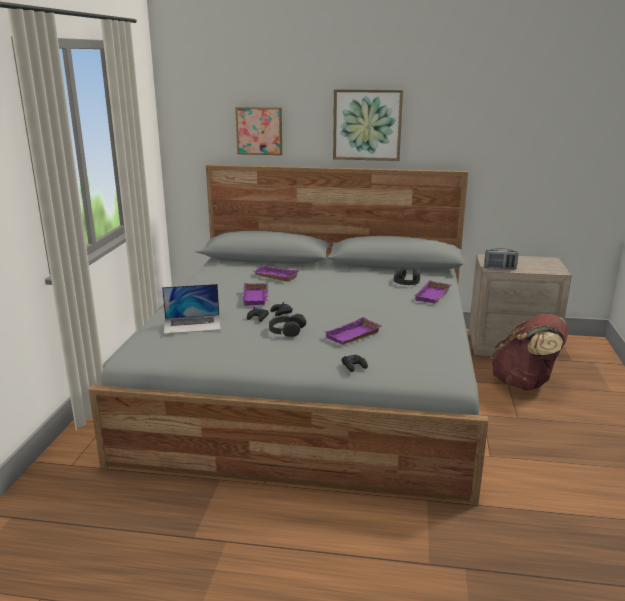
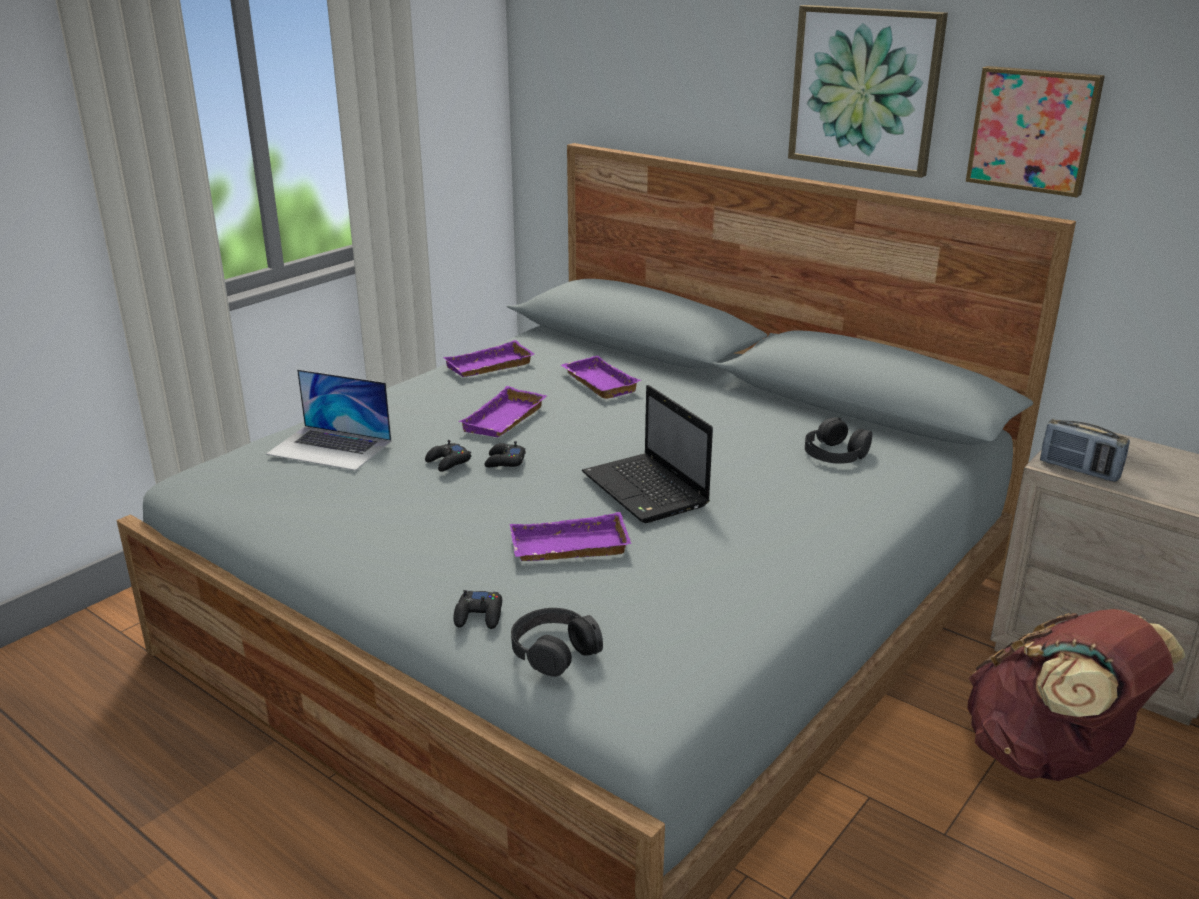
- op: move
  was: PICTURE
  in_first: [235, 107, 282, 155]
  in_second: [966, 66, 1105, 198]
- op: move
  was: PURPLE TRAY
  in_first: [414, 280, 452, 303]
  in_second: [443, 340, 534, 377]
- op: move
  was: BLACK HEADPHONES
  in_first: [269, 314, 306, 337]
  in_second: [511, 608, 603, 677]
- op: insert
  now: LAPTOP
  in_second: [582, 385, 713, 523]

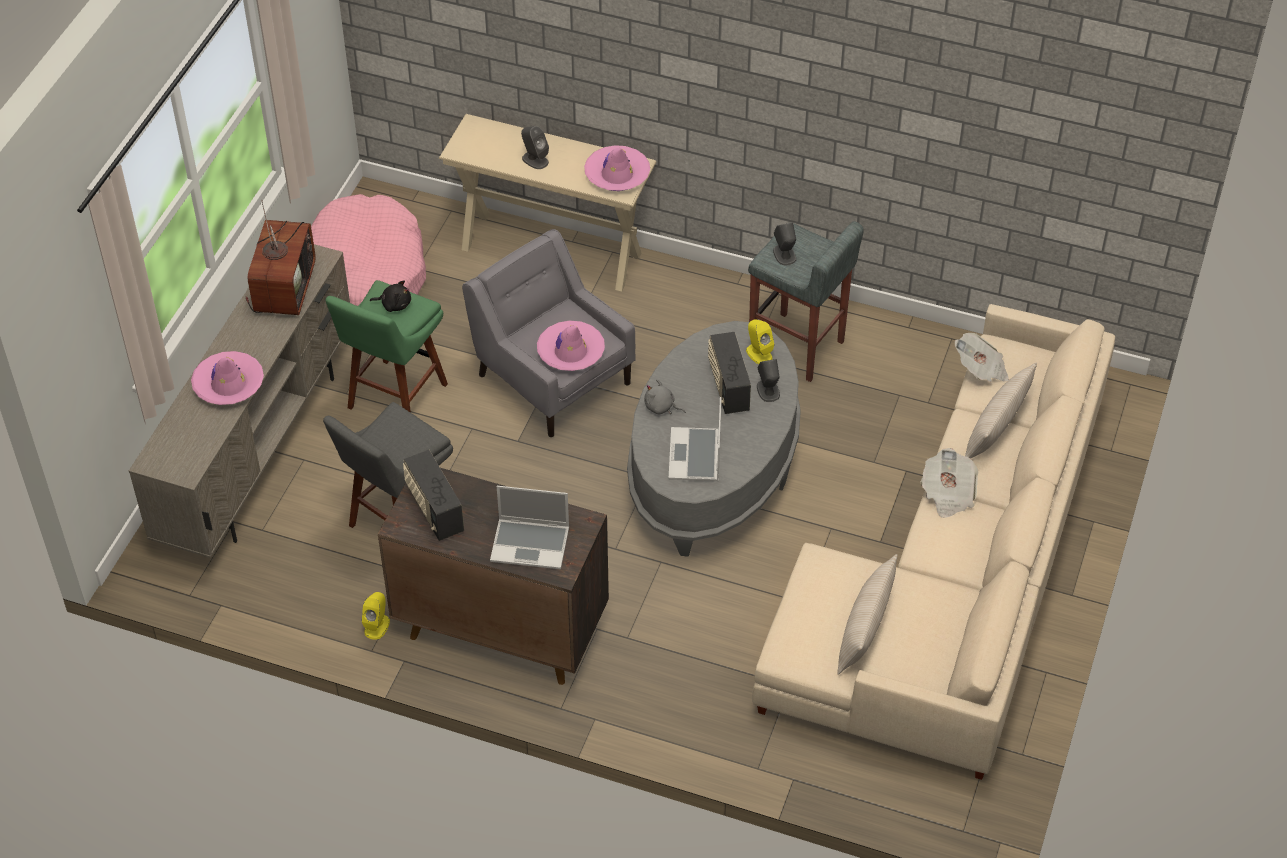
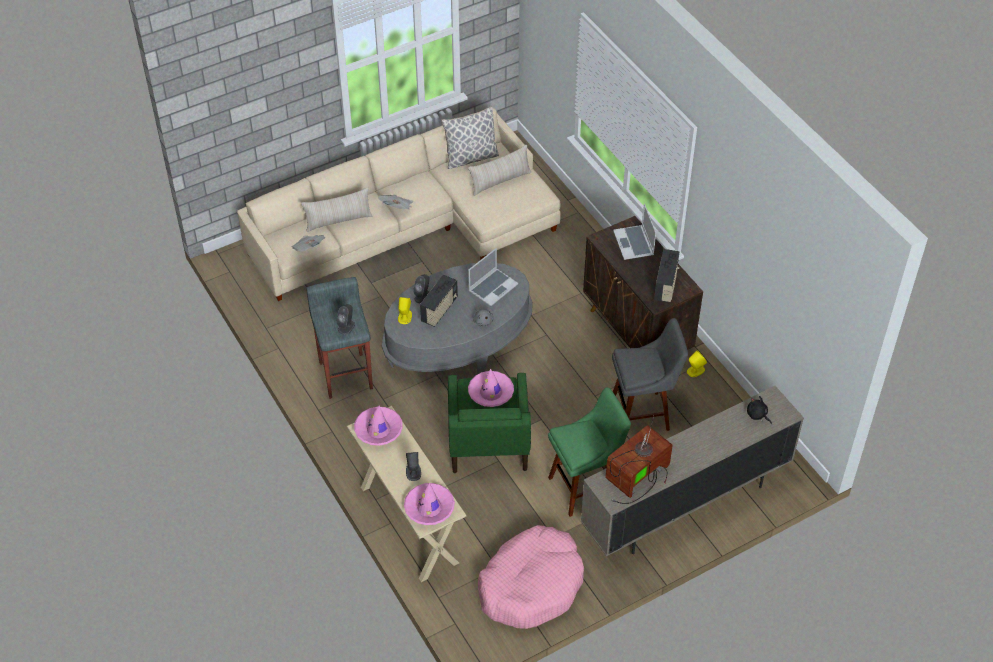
- op: recolor
  was: GREY ARMCHAIR
  now: GREEN ARMCHAIR
  in_first: [462, 229, 635, 437]
  in_second: [448, 373, 531, 473]
- op: move
  was: BLACK PLUSH TOY
  in_first: [370, 280, 411, 312]
  in_second: [747, 396, 772, 424]
- op: move
  was: PINK HAT
  in_first: [191, 351, 264, 405]
  in_second: [404, 483, 455, 525]
- op: rotate
  was: LAPTOP
  in_first: [490, 486, 569, 569]
  in_second: [613, 204, 656, 260]
  clockwise: -150
- op: insert
  now: PILLOW
  in_second: [441, 106, 499, 169]

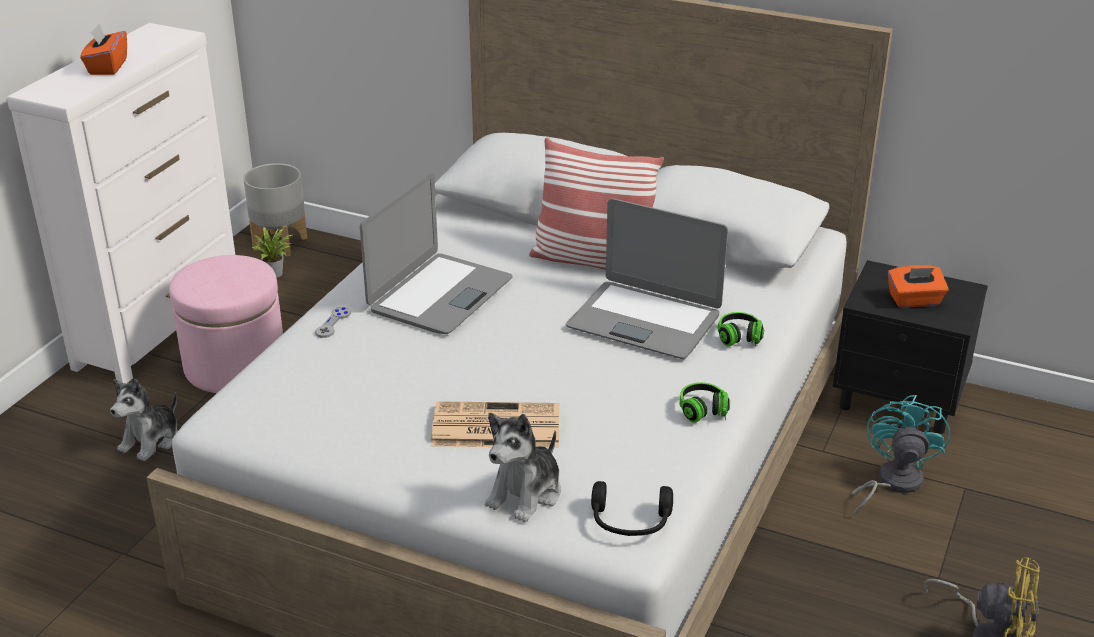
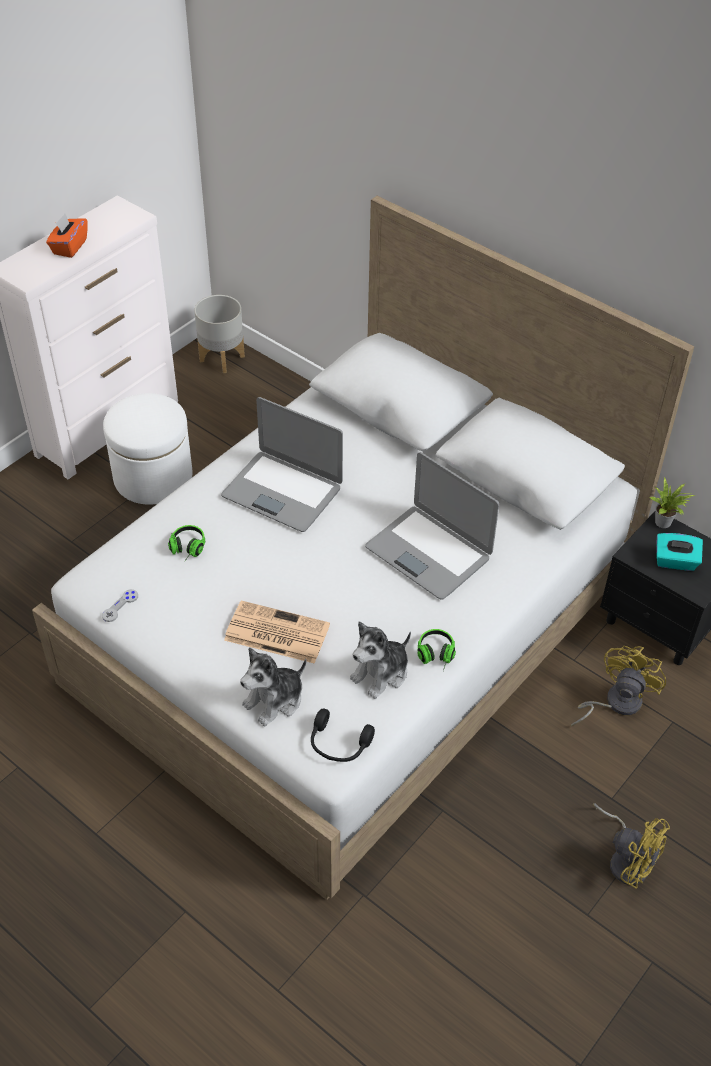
- op: delete
  was: PILLOW
  in_first: [529, 138, 664, 270]
- op: rotate
  was: LAPTOP
  in_first: [360, 173, 513, 334]
  in_second: [221, 397, 343, 532]
  clockwise: 75
- op: move
  was: POTTED PLANT
  in_first: [252, 226, 292, 278]
  in_second: [649, 476, 696, 528]
- op: recolor
  was: PINK OTTOMAN
  now: WHITE OTTOMAN
  in_first: [169, 255, 283, 393]
  in_second: [103, 393, 193, 505]
- op: recolor
  was: ORANGE TISSUE BOX
  now: TURQUOISE TISSUE BOX
  in_first: [888, 265, 949, 308]
  in_second: [656, 533, 703, 571]
- op: move
  was: GREY GAME CONTROLLER
  in_first: [315, 307, 351, 338]
  in_second: [102, 589, 138, 622]
- op: move
  was: HEADPHONES
  in_first: [718, 312, 764, 347]
  in_second: [168, 525, 205, 562]
- op: move
  was: PLUSH TOY
  in_first: [110, 379, 178, 461]
  in_second: [350, 622, 411, 699]
- op: recolor
  was: TURQUOISE FAN
  now: YELLOW FAN
  in_first: [852, 395, 950, 515]
  in_second: [571, 646, 666, 727]

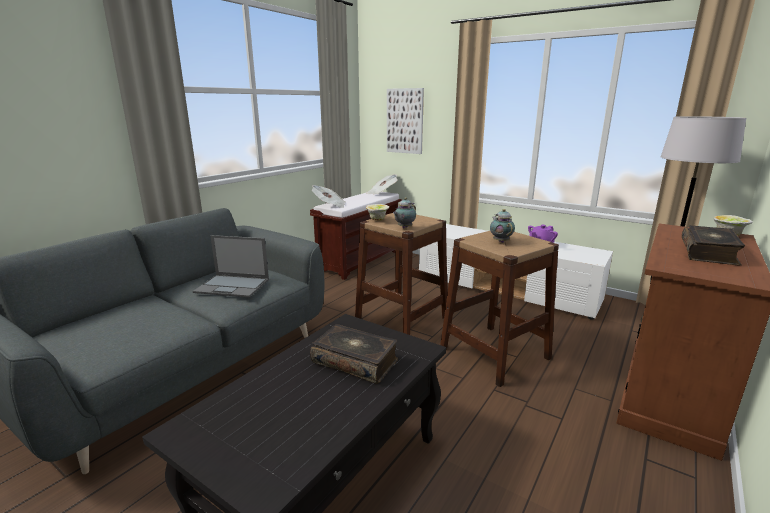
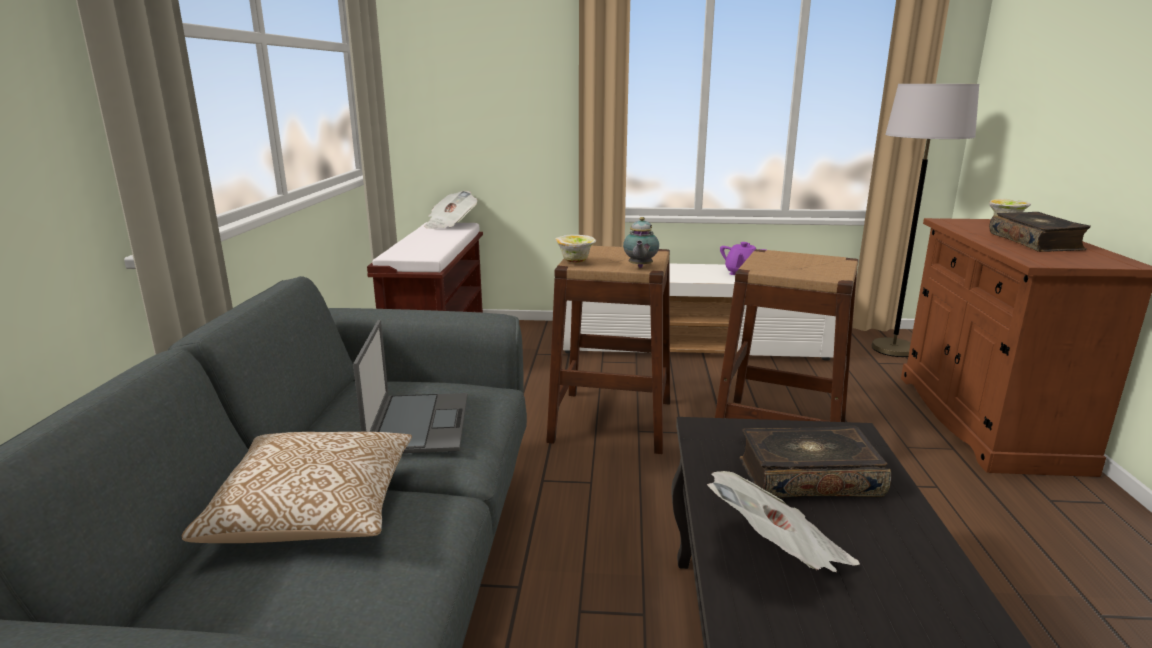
- op: delete
  was: PICTURE
  in_first: [387, 88, 424, 154]
- op: move
  was: NEWSPAPER
  in_first: [312, 185, 346, 208]
  in_second: [707, 471, 860, 572]
- op: delete
  was: TEAPOT
  in_first: [490, 209, 515, 243]
- op: rotate
  was: LAPTOP
  in_first: [193, 235, 269, 297]
  in_second: [353, 320, 467, 453]
  clockwise: -75
- op: insert
  now: PILLOW
  in_second: [182, 432, 412, 543]

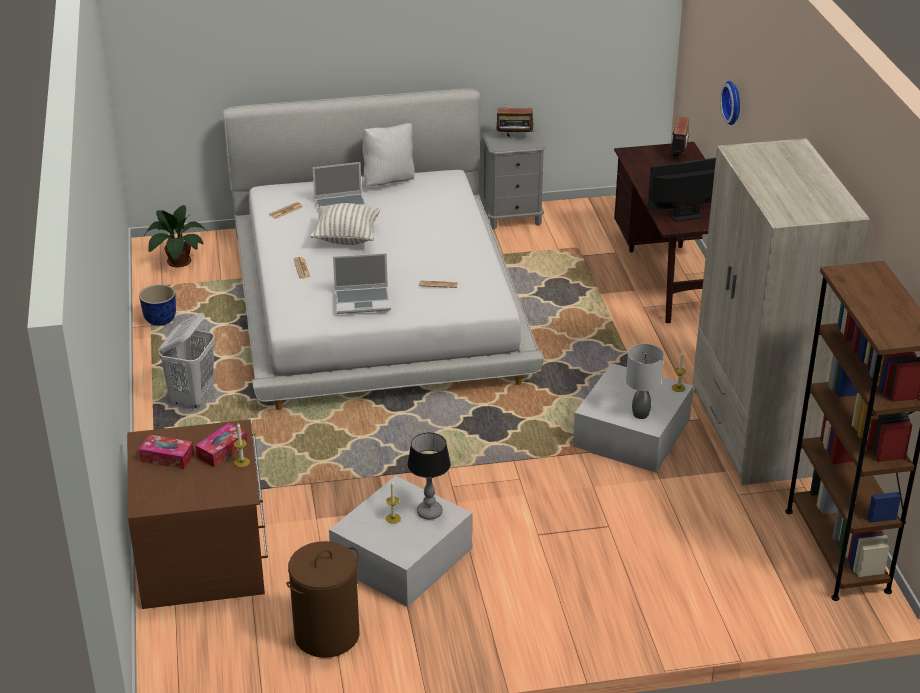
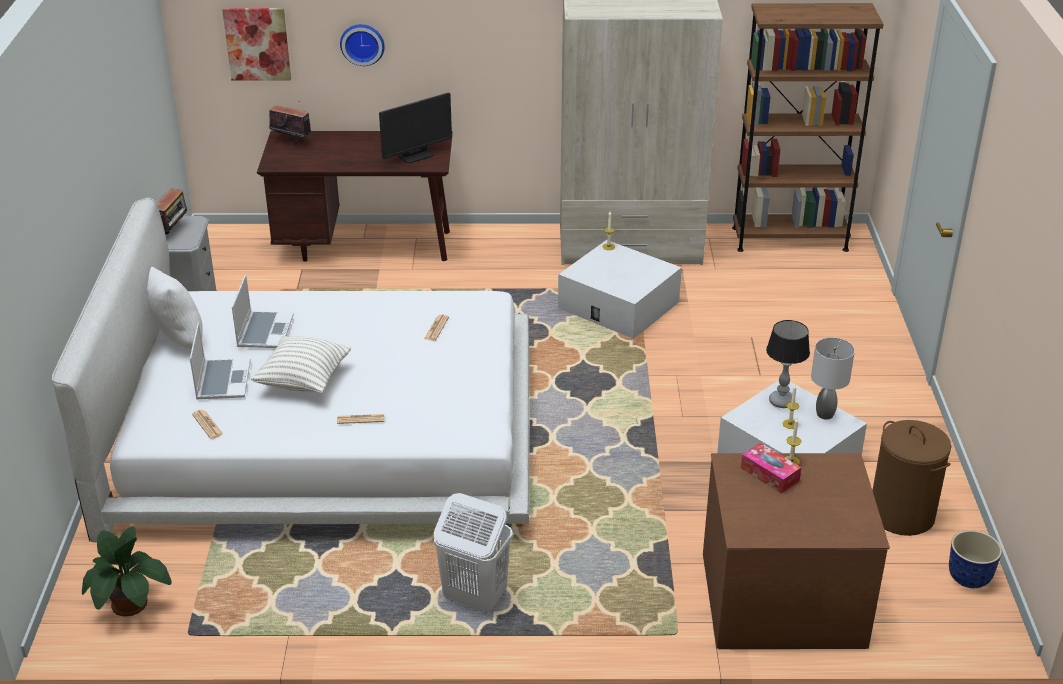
- op: rotate
  was: MONITOR
  in_first: [648, 158, 716, 222]
  in_second: [379, 93, 452, 163]
  clockwise: -120
- op: move
  was: LAPTOP
  in_first: [333, 253, 391, 314]
  in_second: [232, 274, 294, 348]
- op: move
  was: PLANTER
  in_first: [139, 284, 176, 326]
  in_second: [949, 530, 1002, 588]
- op: move
  was: GREY TABLE LAMP
  in_first: [626, 344, 664, 419]
  in_second: [811, 337, 855, 420]
- op: delete
  was: TISSUE BOX
  in_first: [139, 434, 194, 469]
- op: insert
  now: PICTURE
  in_second: [222, 8, 291, 80]

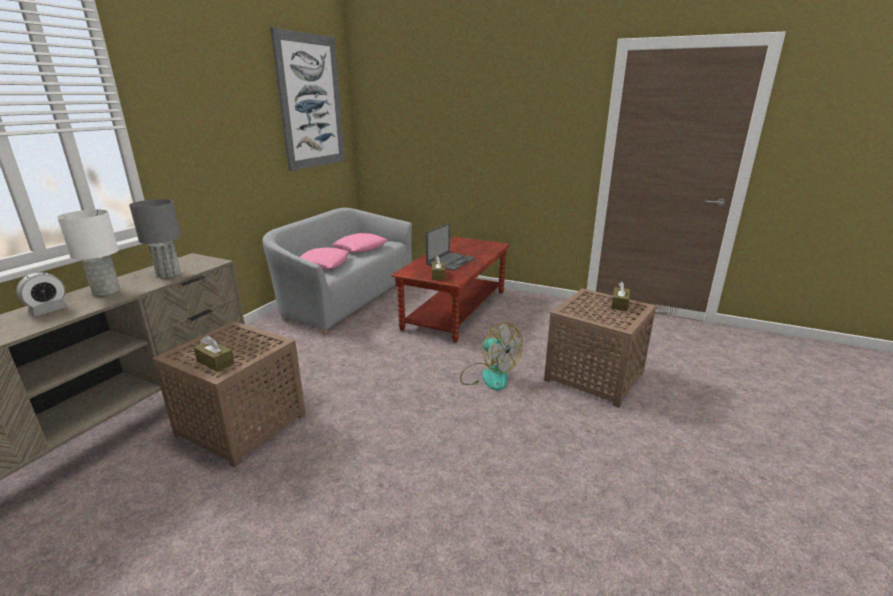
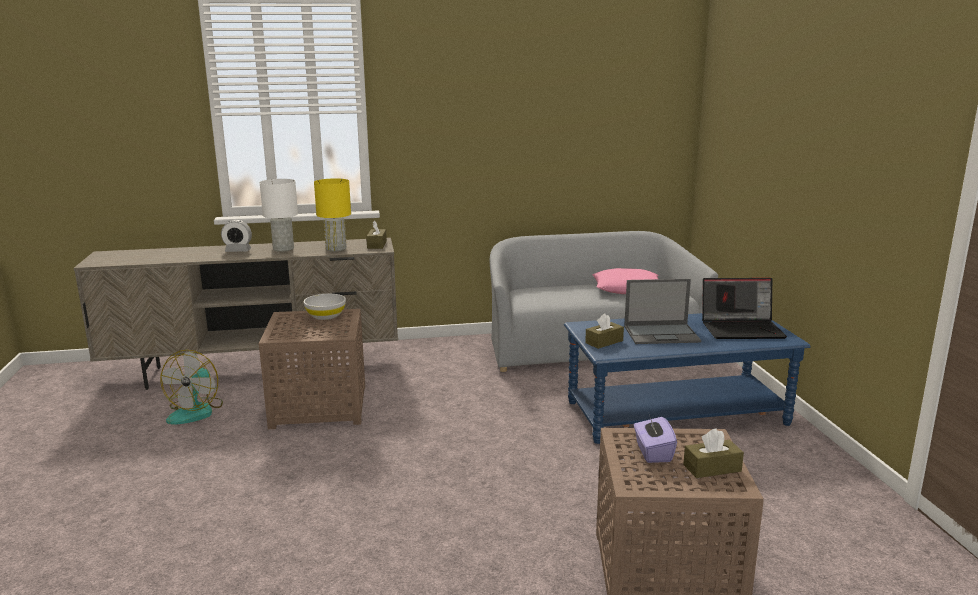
- op: delete
  was: PICTURE
  in_first: [271, 28, 345, 171]
- op: recolor
  was: GREY TABLE LAMP
  now: YELLOW TABLE LAMP
  in_first: [129, 199, 181, 278]
  in_second: [314, 178, 351, 251]
- op: recolor
  was: BROWN COFFEE TABLE
  now: BLUE COFFEE TABLE
  in_first: [391, 237, 510, 342]
  in_second: [564, 313, 810, 444]
- op: delete
  was: PINK PILLOW
  in_first: [300, 247, 349, 270]
- op: move
  was: FAN
  in_first: [460, 322, 522, 391]
  in_second: [160, 350, 223, 425]
- op: move
  was: BROWN TISSUE BOX
  in_first: [194, 335, 235, 372]
  in_second: [366, 220, 387, 249]
- op: insert
  now: LAPTOP
  in_second: [702, 278, 787, 339]
- op: insert
  now: WHITE BOWL
  in_second: [304, 294, 346, 320]
- op: insert
  now: PURPLE TISSUE BOX
  in_second: [634, 412, 677, 463]

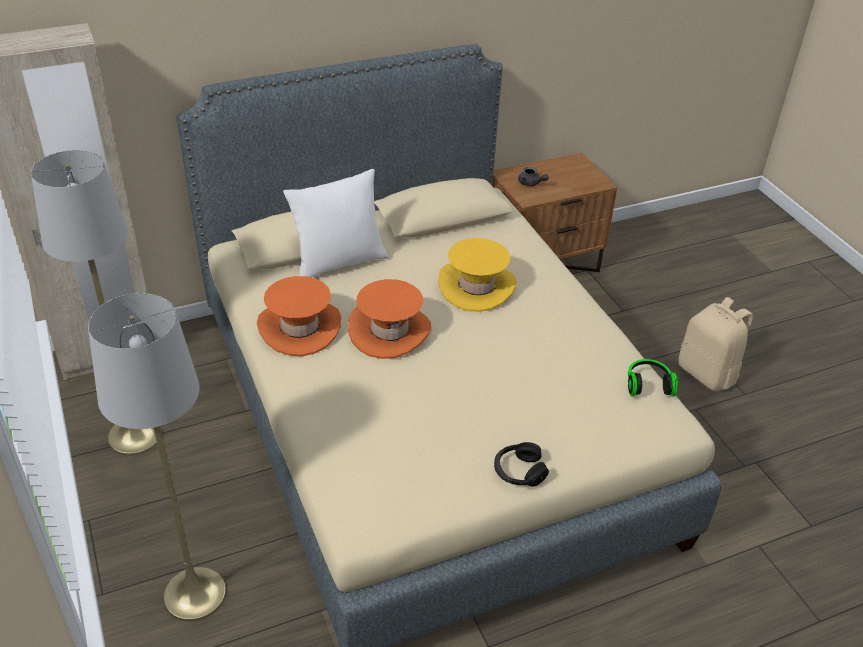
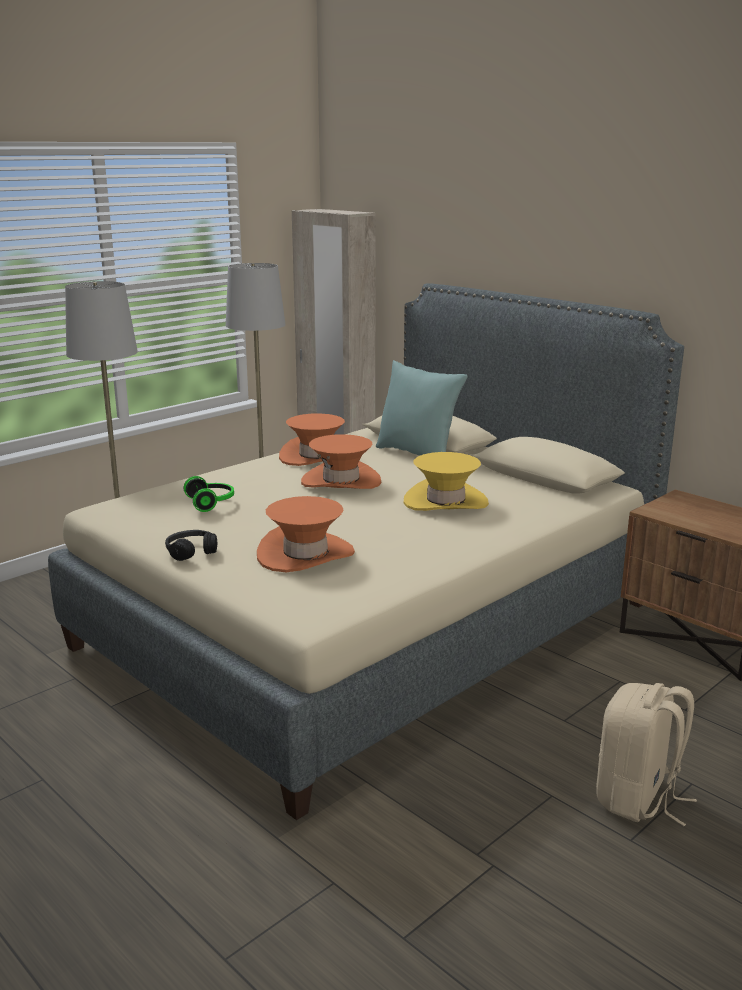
- op: delete
  was: GREY TEAPOT
  in_first: [518, 167, 549, 186]
- op: recolor
  was: WHITE PILLOW
  now: TURQUOISE PILLOW
  in_first: [283, 169, 388, 278]
  in_second: [376, 360, 468, 456]
- op: move
  was: HEADPHONES
  in_first: [628, 359, 678, 396]
  in_second: [184, 476, 234, 512]
- op: insert
  now: ORANGE HAT
  in_second: [257, 496, 355, 572]

